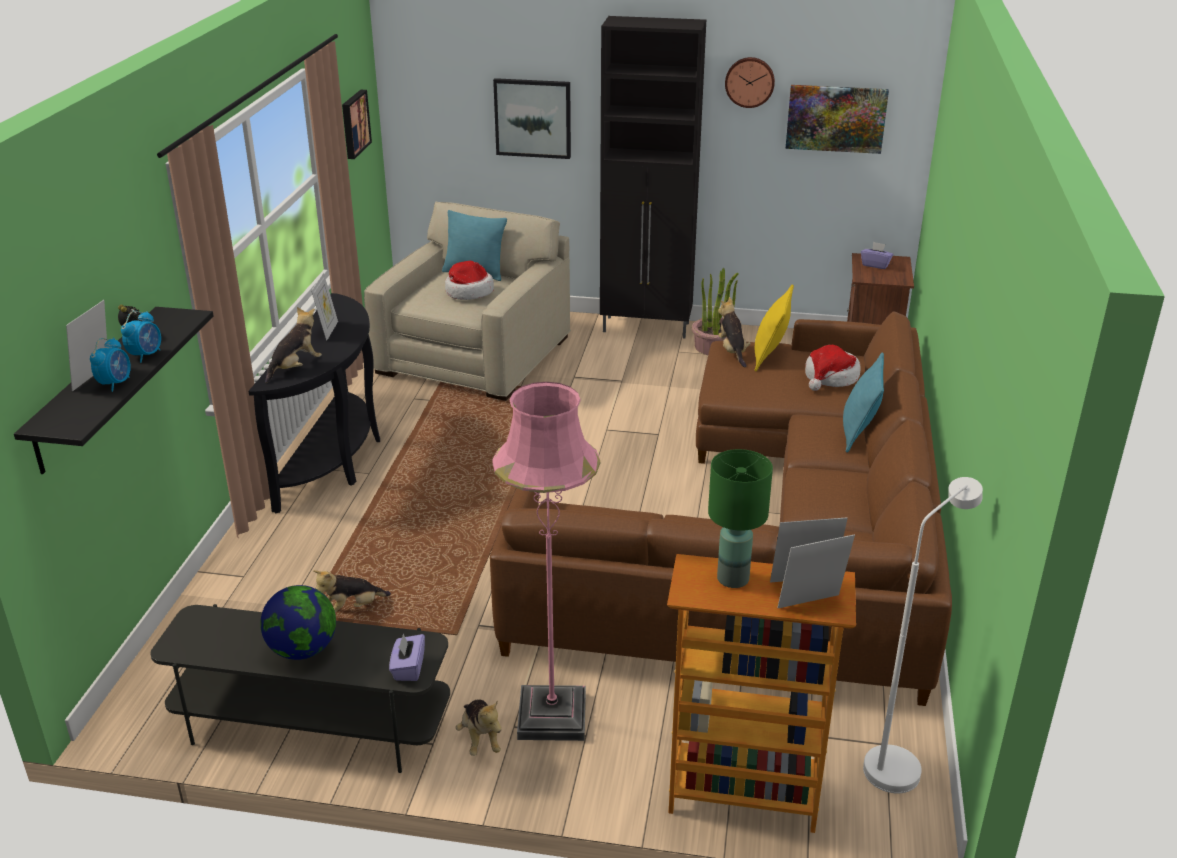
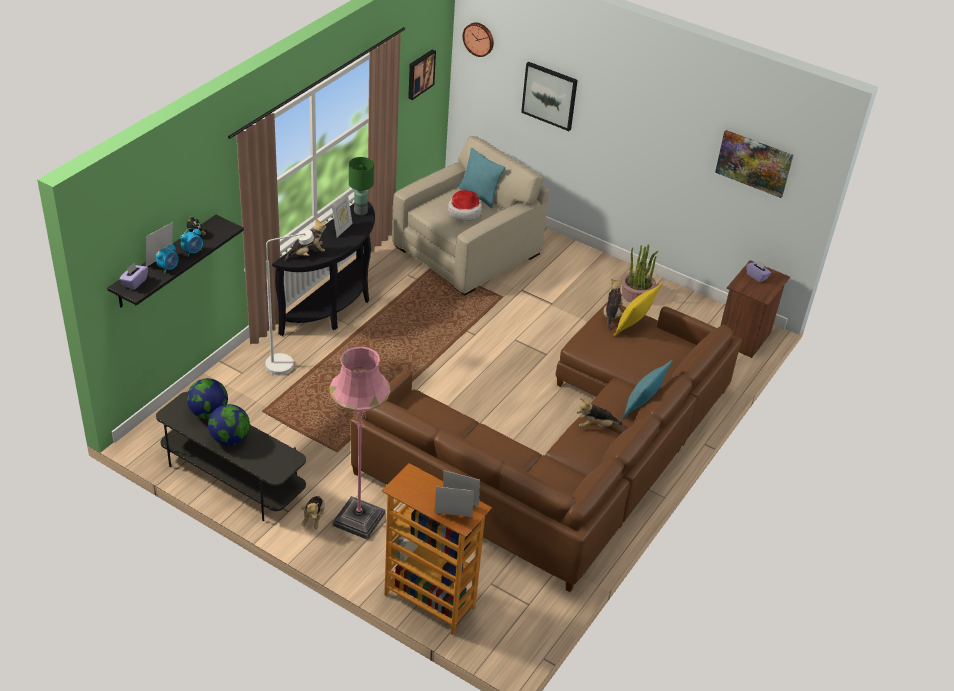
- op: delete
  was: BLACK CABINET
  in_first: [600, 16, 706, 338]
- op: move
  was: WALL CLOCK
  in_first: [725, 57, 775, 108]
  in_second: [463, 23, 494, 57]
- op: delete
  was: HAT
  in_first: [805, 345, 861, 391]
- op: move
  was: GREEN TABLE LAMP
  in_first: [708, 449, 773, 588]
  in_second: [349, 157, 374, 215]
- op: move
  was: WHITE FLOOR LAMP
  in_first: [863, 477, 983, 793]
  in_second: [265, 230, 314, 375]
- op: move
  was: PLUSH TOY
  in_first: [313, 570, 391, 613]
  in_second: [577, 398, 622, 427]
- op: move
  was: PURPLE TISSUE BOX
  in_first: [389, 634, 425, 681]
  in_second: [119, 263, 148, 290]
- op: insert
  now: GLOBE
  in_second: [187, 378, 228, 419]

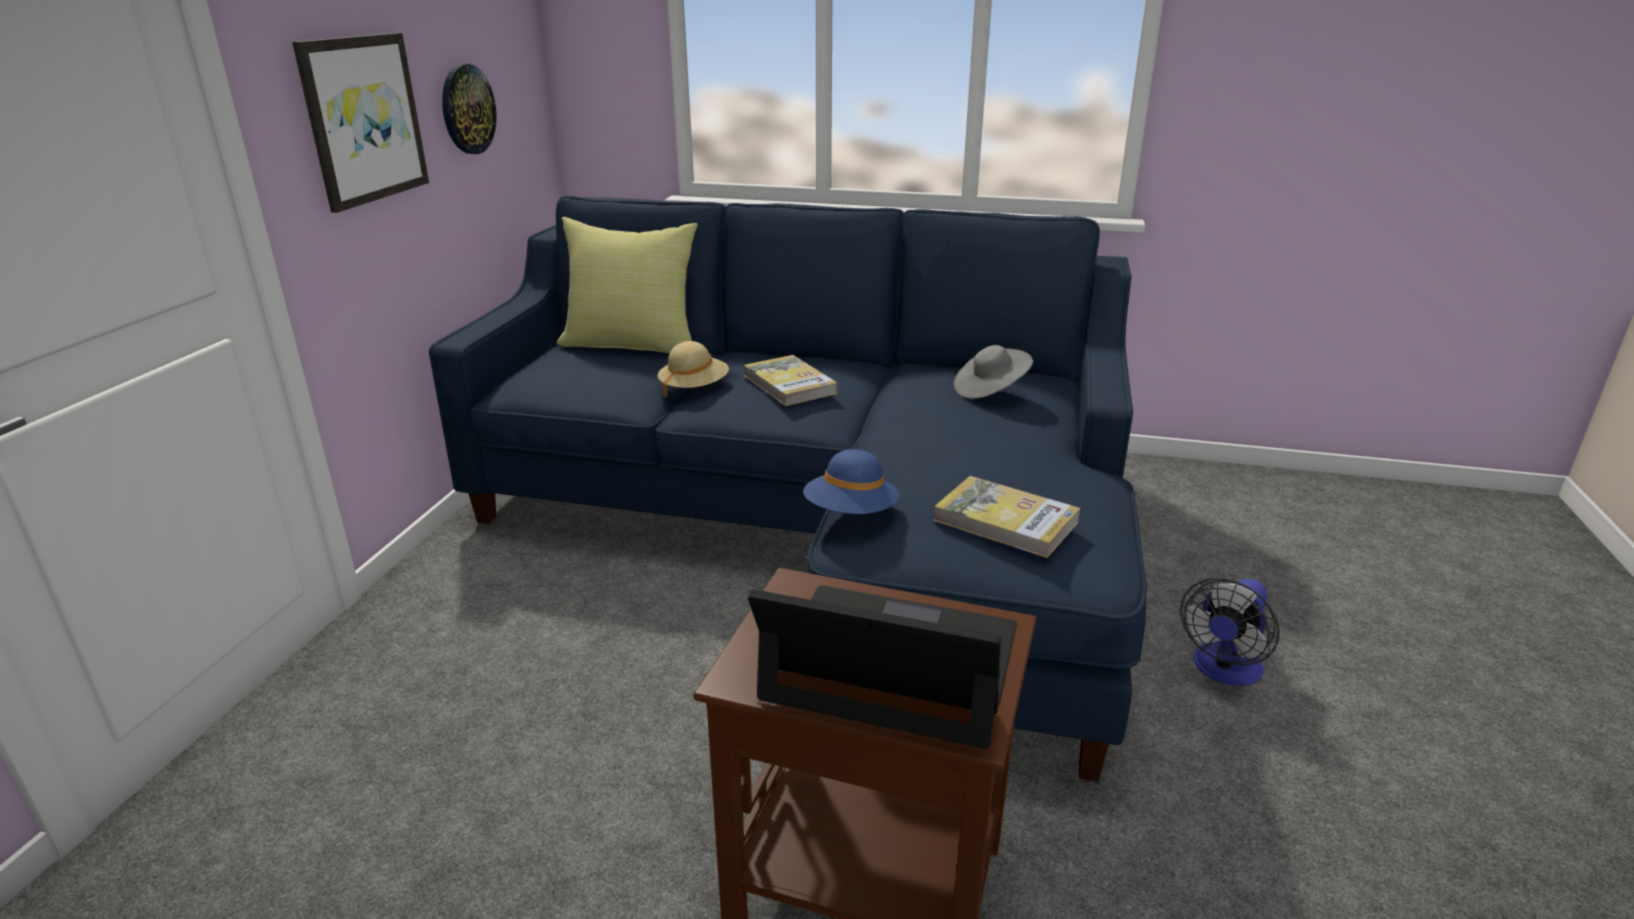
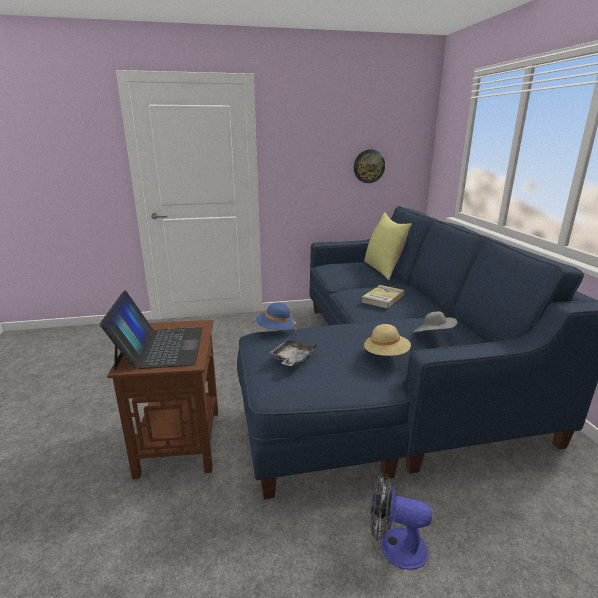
- op: delete
  was: PICTURE
  in_first: [292, 33, 429, 213]
- op: move
  was: BEIGE HAT
  in_first: [658, 341, 729, 398]
  in_second: [363, 324, 411, 356]
- op: replace
  was: BOOK
  now: GREY TRAY
  in_first: [933, 476, 1080, 558]
  in_second: [269, 339, 317, 366]

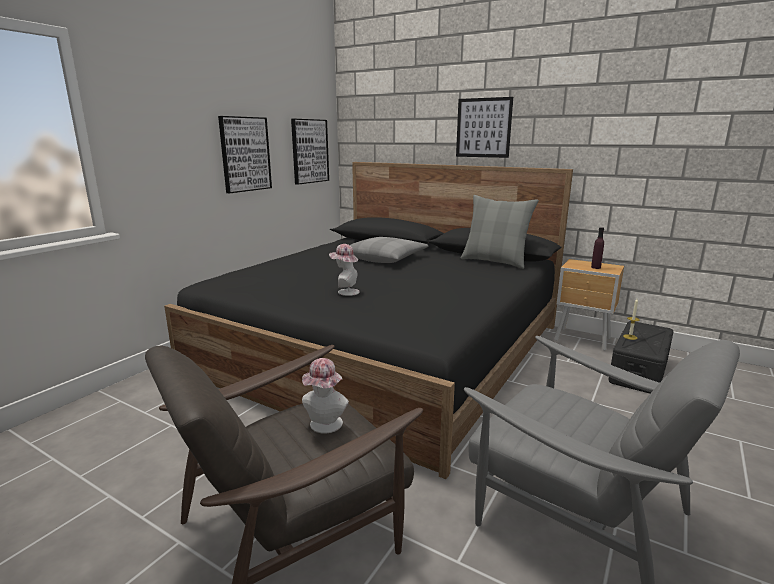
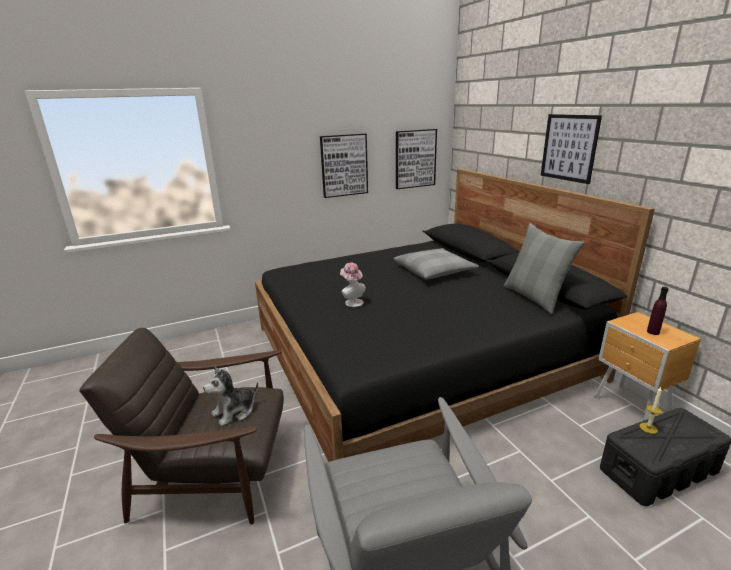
- op: replace
  was: HAT
  now: PLUSH TOY
  in_first: [302, 358, 349, 434]
  in_second: [203, 367, 258, 426]

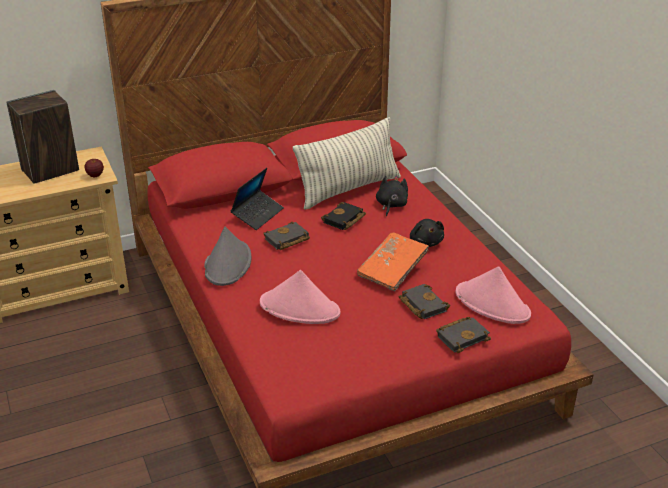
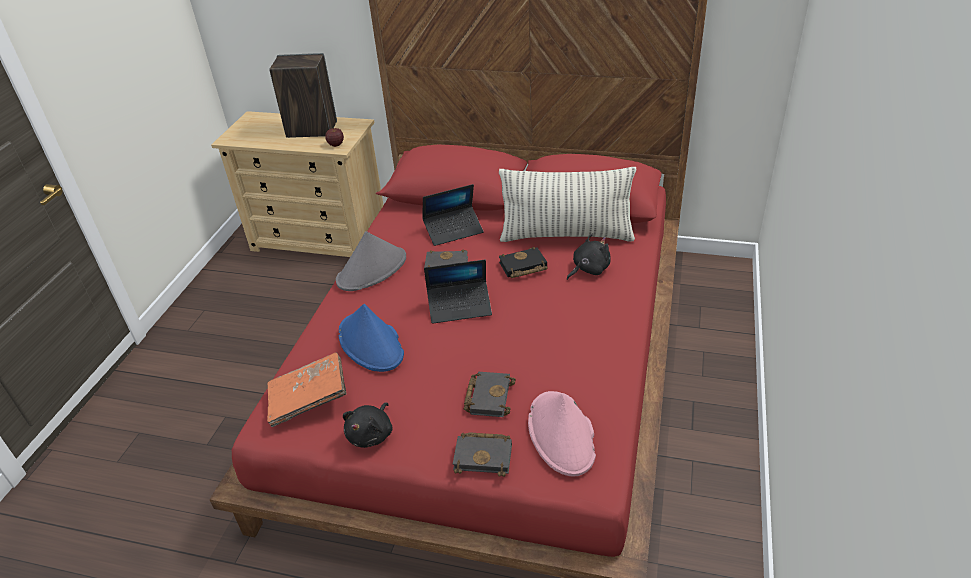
- op: move
  was: BLACK PLUSH TOY
  in_first: [410, 219, 444, 247]
  in_second: [343, 402, 393, 448]
- op: move
  was: ORANGE BOOK
  in_first: [357, 232, 429, 291]
  in_second: [267, 352, 346, 427]
- op: recolor
  was: PINK HAT
  now: BLUE HAT
  in_first: [260, 270, 341, 324]
  in_second: [339, 304, 404, 372]
- op: insert
  now: LAPTOP
  in_second: [424, 260, 492, 324]

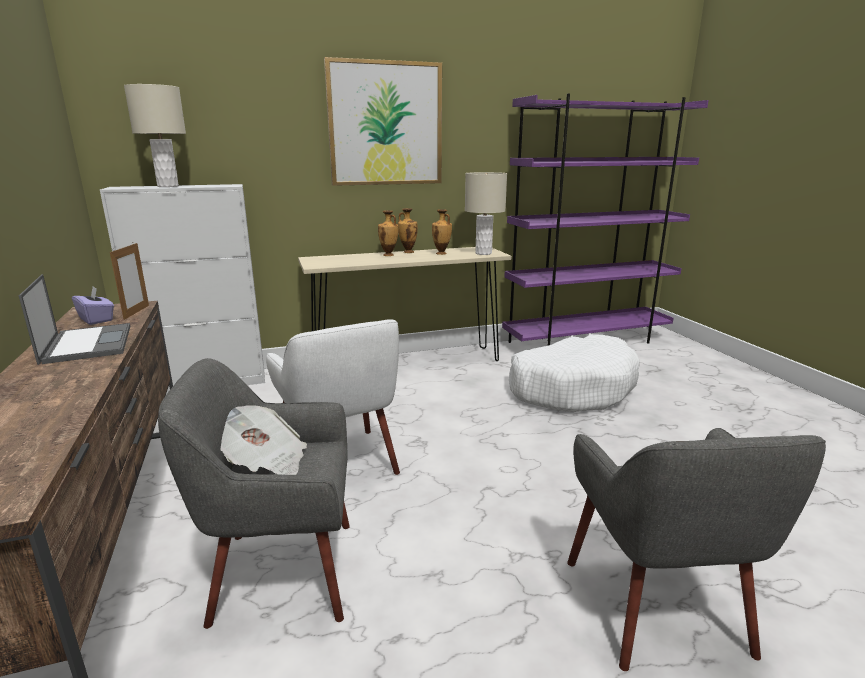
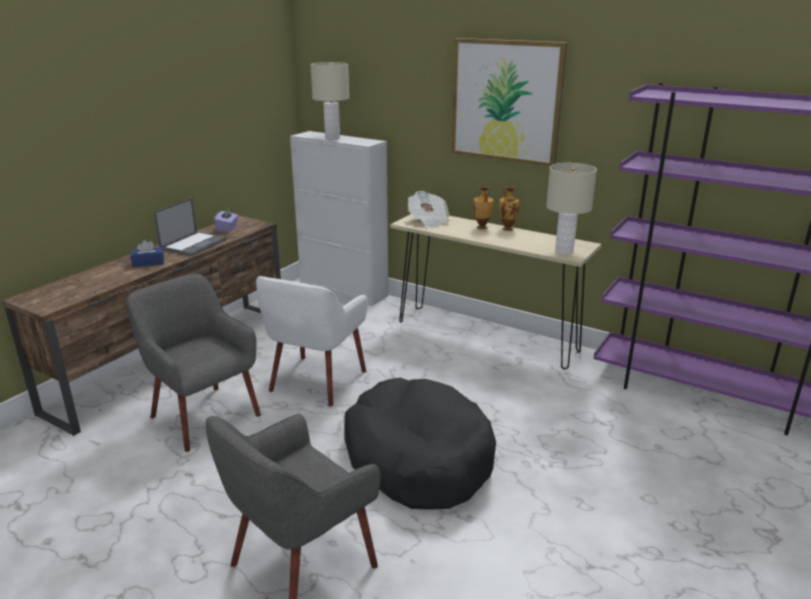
- op: delete
  was: VASE
  in_first: [432, 209, 452, 255]
- op: delete
  was: PICTURE FRAME
  in_first: [110, 243, 149, 320]
- op: delete
  was: WHITE DOG BED
  in_first: [509, 334, 640, 412]
- op: move
  was: NEWSPAPER
  in_first: [220, 405, 307, 475]
  in_second: [408, 191, 450, 228]
- op: insert
  now: BLUE TISSUE BOX
  in_second: [130, 240, 164, 268]
- op: insert
  now: BLACK DOG BED
  in_second: [345, 378, 496, 510]

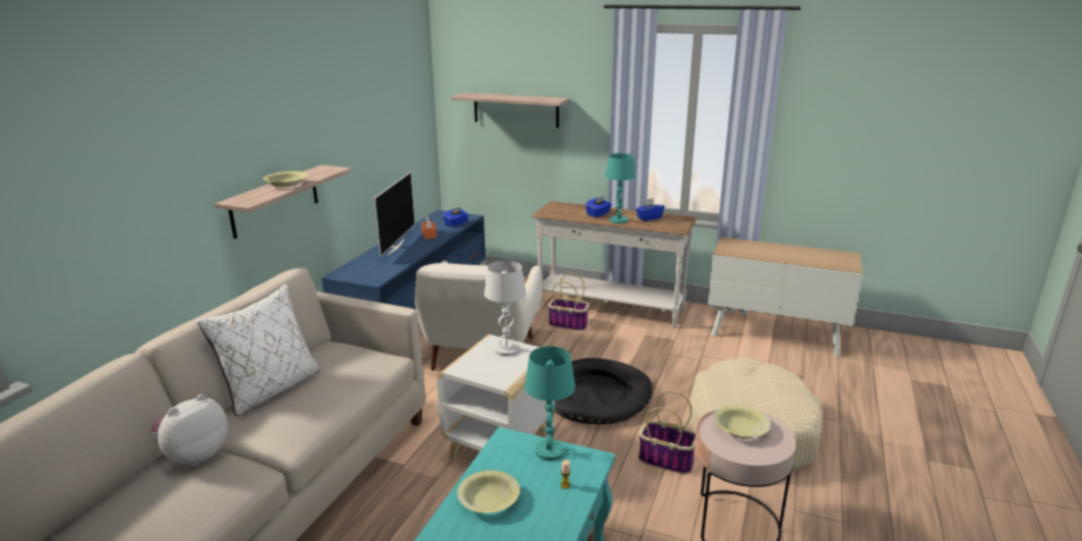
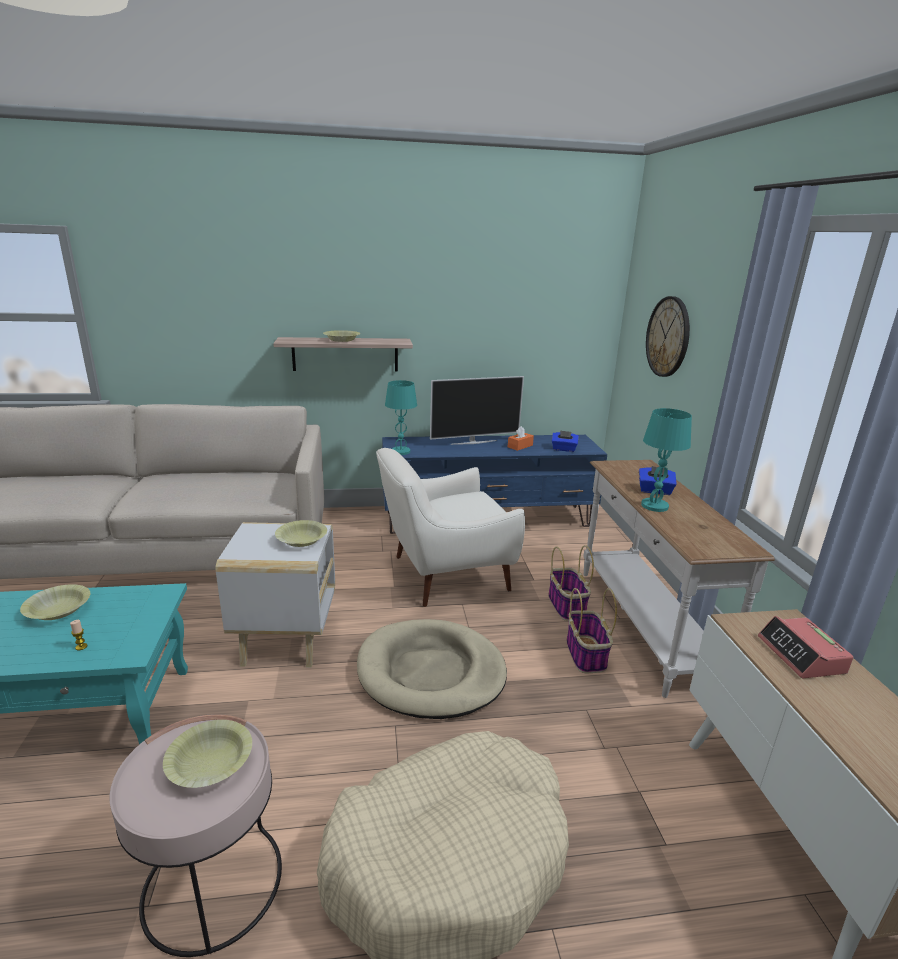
- op: replace
  was: SHELF
  now: WALL CLOCK
  in_first: [451, 93, 570, 128]
  in_second: [646, 296, 690, 377]
- op: delete
  was: BLUE TISSUE BOX
  in_first: [636, 198, 664, 221]
- op: replace
  was: WHITE TABLE LAMP
  now: YELLOW BOWL
  in_first: [484, 261, 526, 356]
  in_second: [275, 520, 327, 547]
- op: delete
  was: WHITE PILLOW
  in_first: [197, 284, 319, 416]
- op: move
  was: TURQUOISE TABLE LAMP
  in_first: [524, 346, 575, 461]
  in_second: [385, 380, 417, 455]
- op: recolor
  was: BLACK DOG BED
  now: BEIGE DOG BED
  in_first: [555, 358, 652, 424]
  in_second: [357, 619, 507, 719]
- op: move
  was: BASKET
  in_first: [639, 391, 696, 474]
  in_second: [566, 588, 617, 673]
- op: delete
  was: PLUSH TOY
  in_first: [151, 394, 228, 467]
- op: insert
  now: ALARM CLOCK
  in_second: [758, 616, 854, 678]

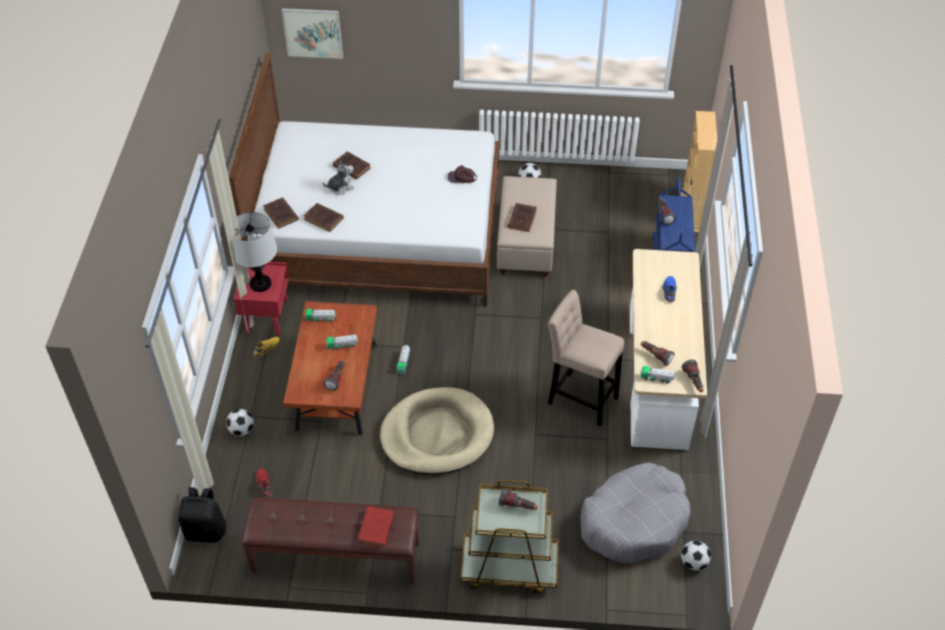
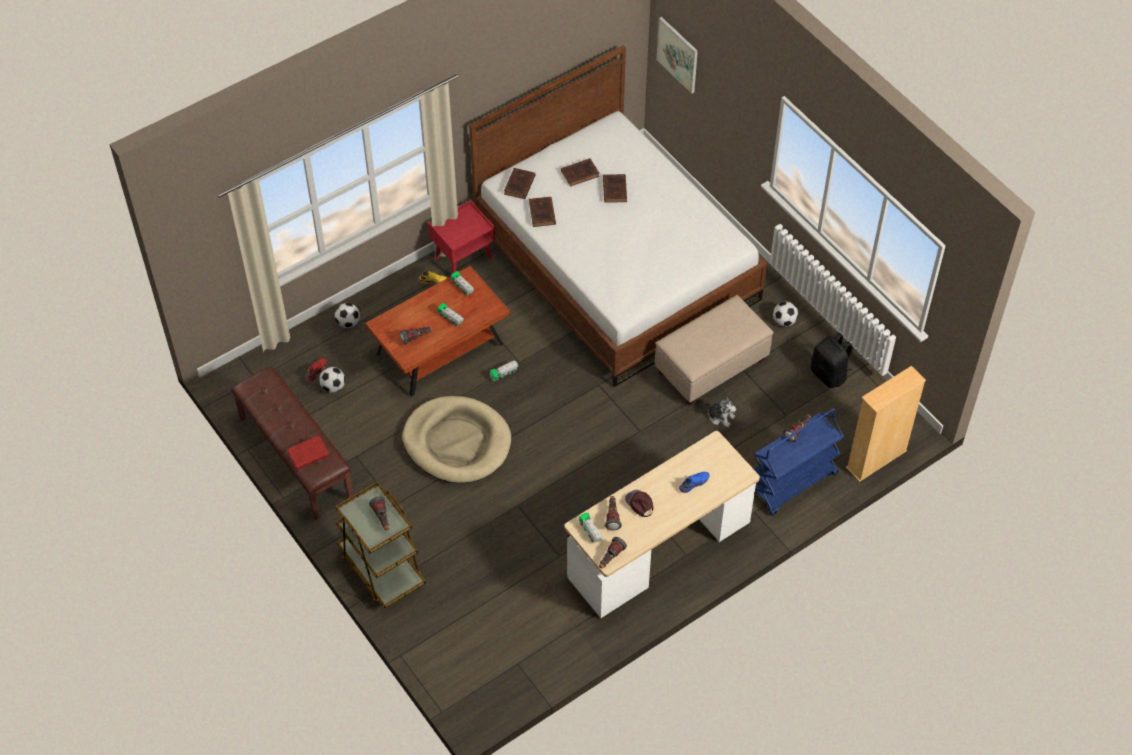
- op: move
  was: PLUSH TOY
  in_first: [323, 160, 354, 195]
  in_second: [705, 397, 736, 427]
- op: move
  was: BROWN CAP
  in_first: [448, 165, 477, 183]
  in_second: [625, 490, 653, 517]
- op: move
  was: BROWN BOOK
  in_first: [508, 203, 537, 232]
  in_second: [561, 158, 599, 187]
- op: delete
  was: TABLE LAMP
  in_first: [233, 212, 277, 292]
- op: delete
  was: BEIGE STOOL
  in_first: [548, 290, 624, 426]
- op: delete
  was: GREY DOG BED
  in_first: [580, 462, 691, 563]
- op: move
  was: BLACK BACKPACK
  in_first: [178, 487, 226, 542]
  in_second: [811, 332, 853, 388]
- op: move
  was: FOOTBALL
  in_first: [681, 541, 711, 570]
  in_second: [319, 367, 345, 393]

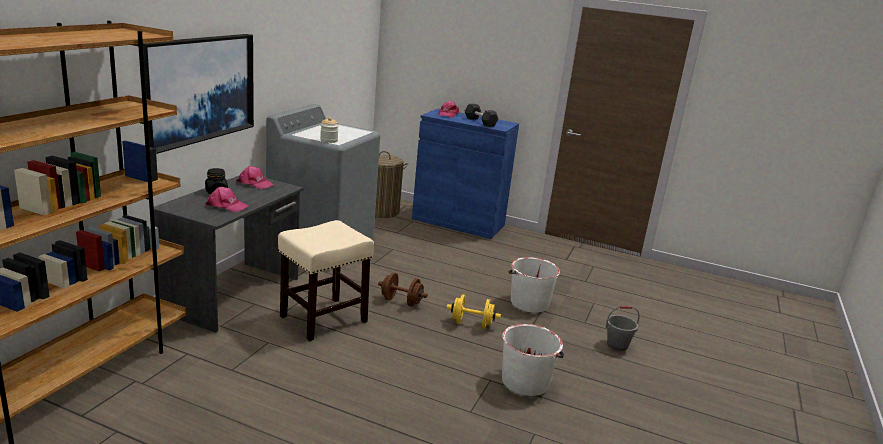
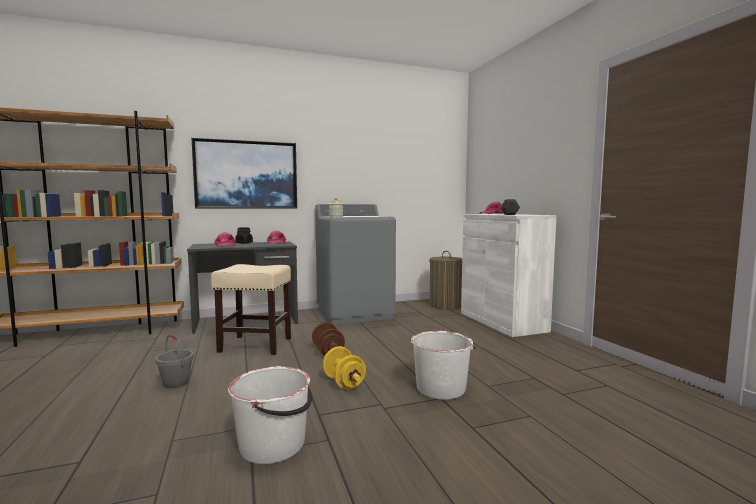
- op: recolor
  was: BLUE CABINET
  now: WHITE CABINET
  in_first: [412, 108, 519, 239]
  in_second: [461, 214, 556, 337]
- op: move
  was: GREY BUCKET
  in_first: [606, 306, 639, 351]
  in_second: [155, 334, 194, 388]

